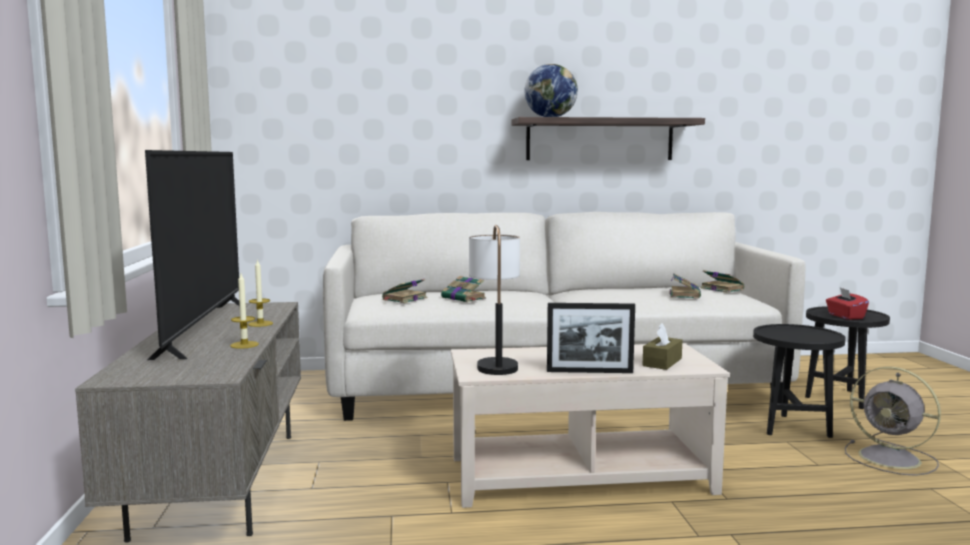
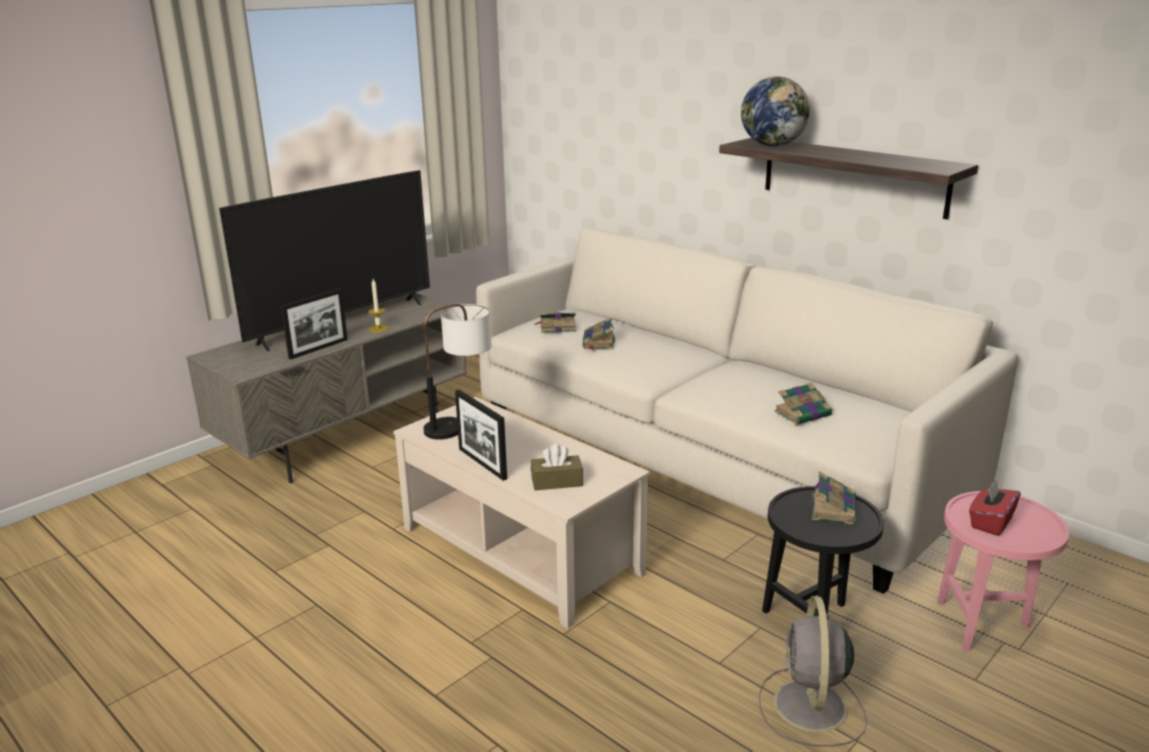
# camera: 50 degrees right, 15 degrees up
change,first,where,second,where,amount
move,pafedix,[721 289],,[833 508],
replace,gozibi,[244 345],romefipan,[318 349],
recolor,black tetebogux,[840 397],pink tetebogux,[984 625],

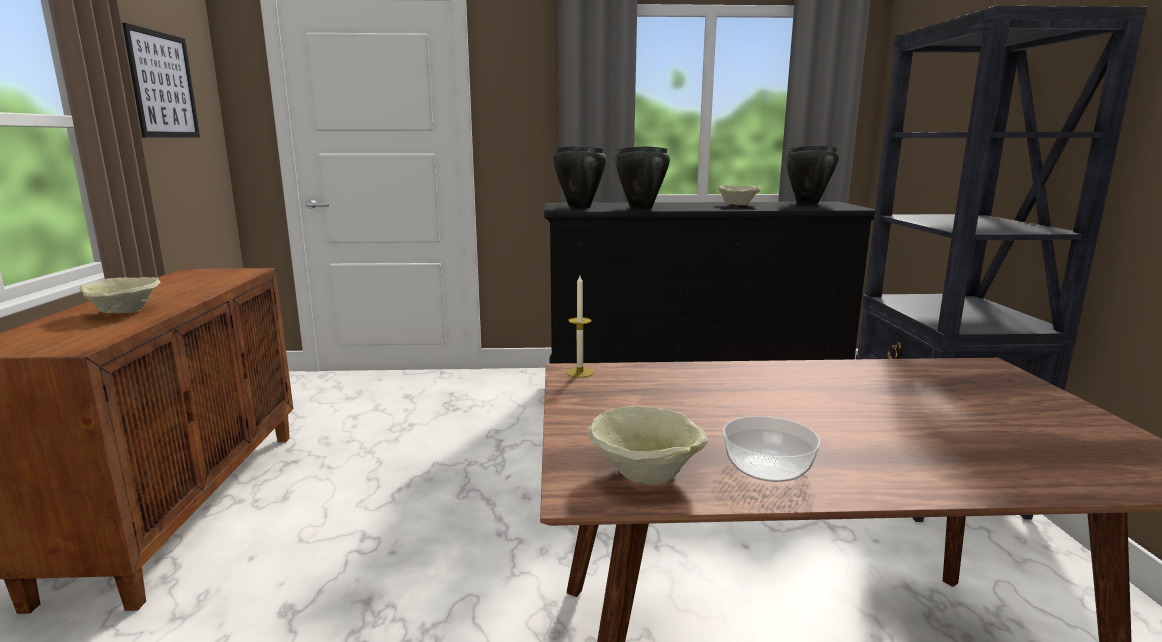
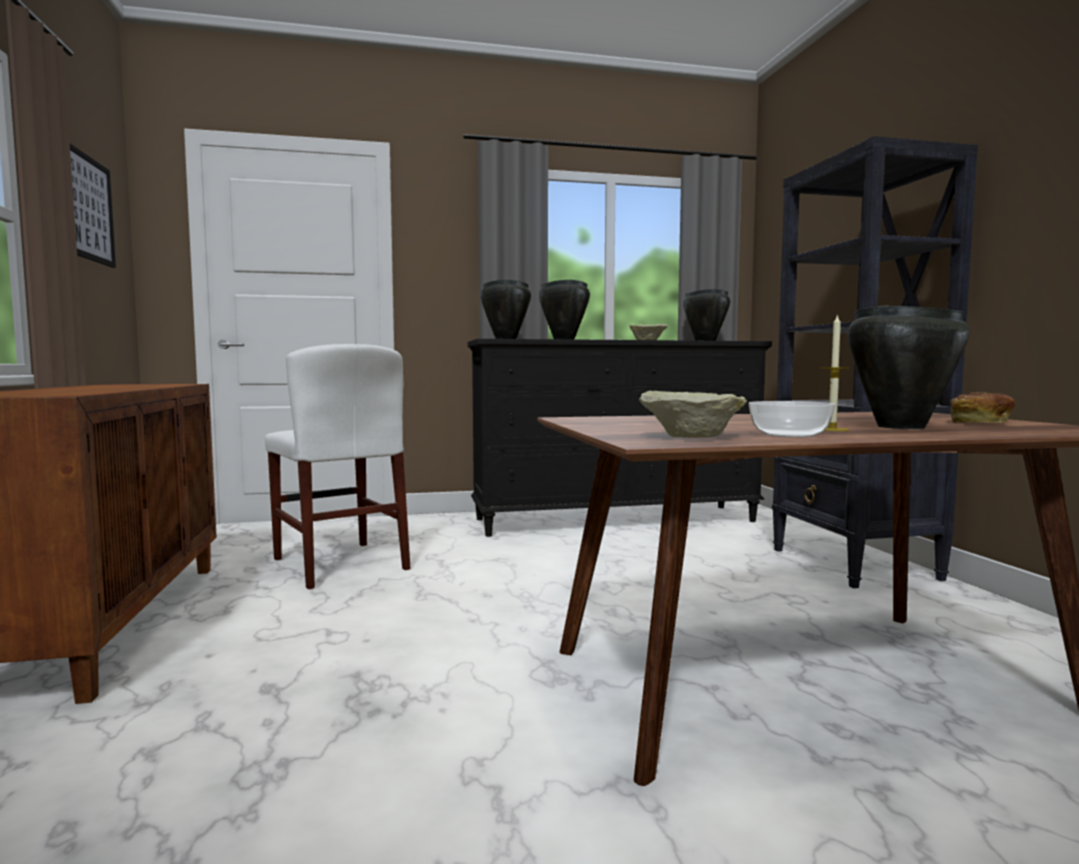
# camera: 10 degrees left, 10 degrees down
change,first,where,second,where,amount
delete,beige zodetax,[126 312],,,
insert,,,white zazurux,[339 564],
insert,,,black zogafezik,[899 427],
insert,,,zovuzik,[980 423],
move,gozibi,[579 372],,[832 429],

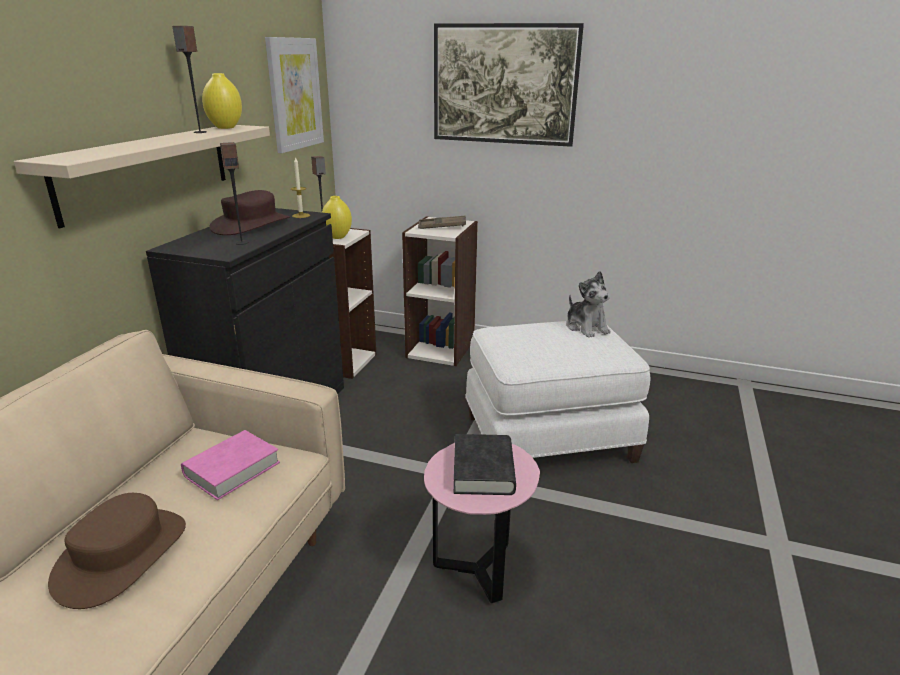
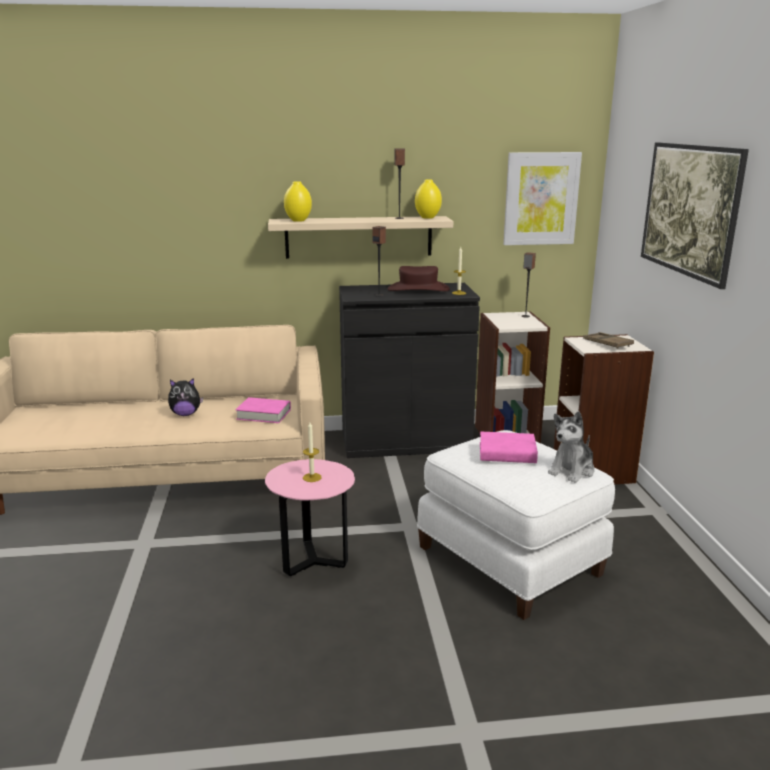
# camera: 65 degrees right, 5 degrees down
change,first,where,second,where,amount
insert,,,pink pafedix,[507 453],
move,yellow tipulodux,[338 237],,[298 220],
replace,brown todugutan,[121 555],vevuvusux,[186 414],
replace,black pafedix,[483 470],gozibi,[312 477],

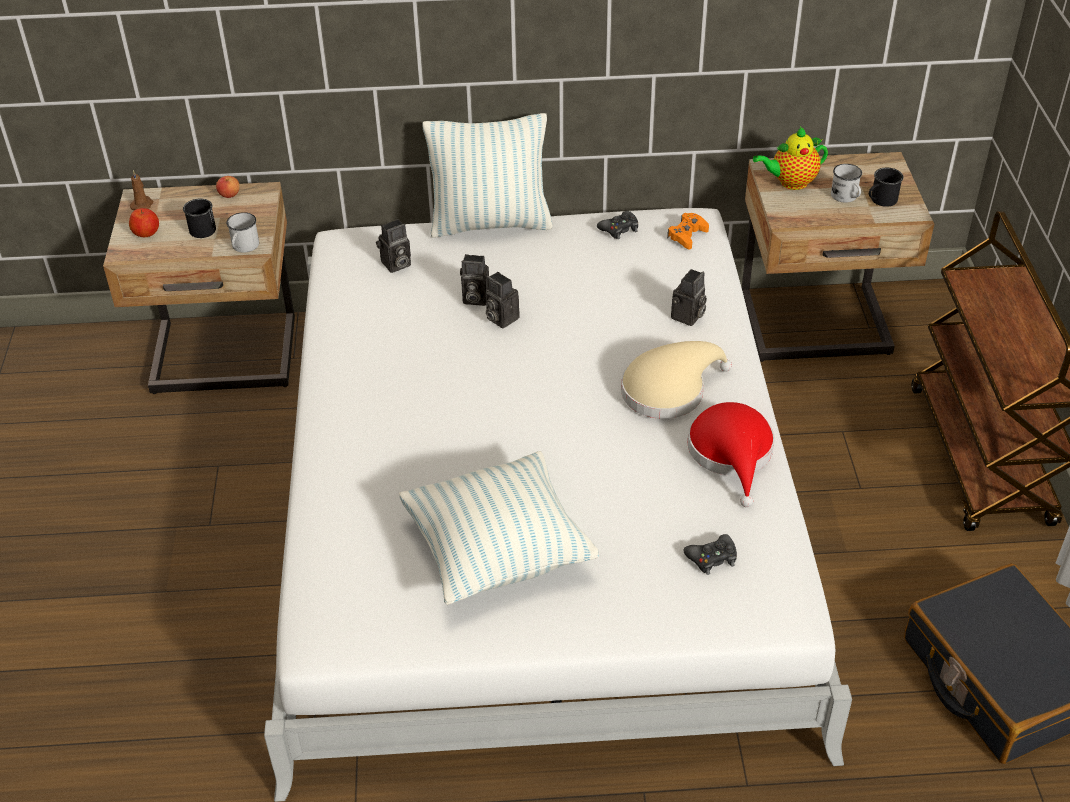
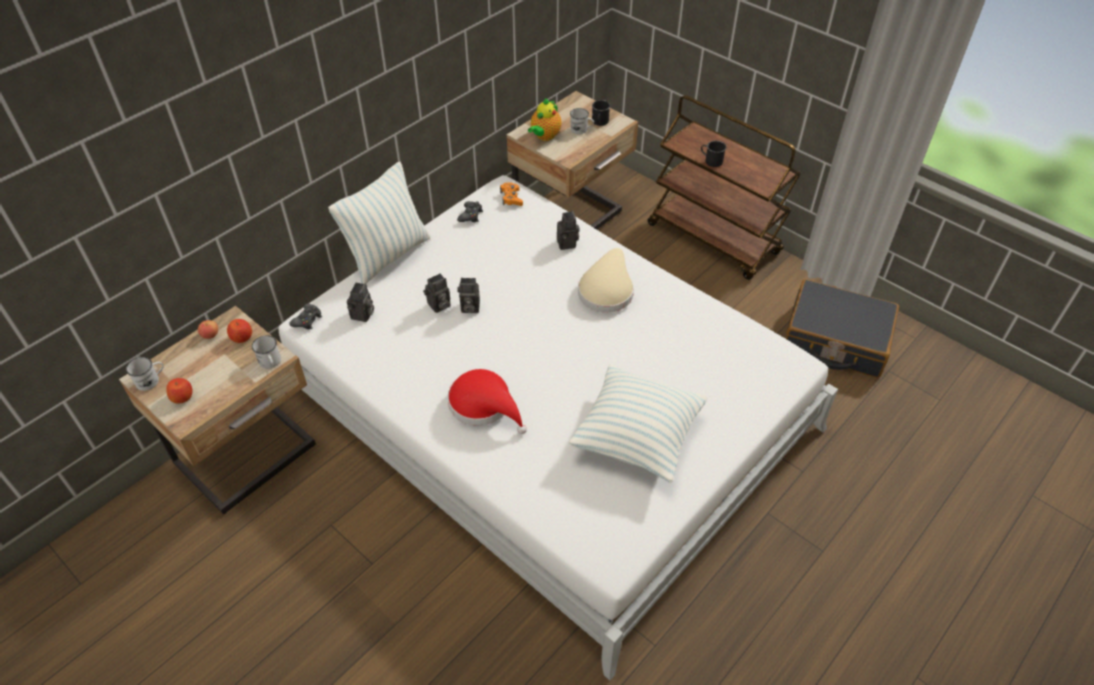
# camera: 45 degrees left, 5 degrees up
change,first,where,second,where,amount
insert,,,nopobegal,[242 337],
move,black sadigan,[202 227],,[711 161],
move,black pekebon,[712 558],,[307 320],
move,red todugutan,[732 454],,[484 405],
replace,brown gozibi,[142 204],white sadigan,[151 380],

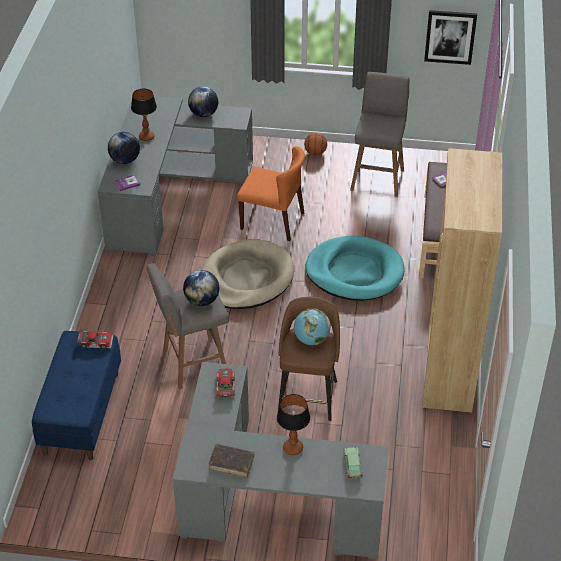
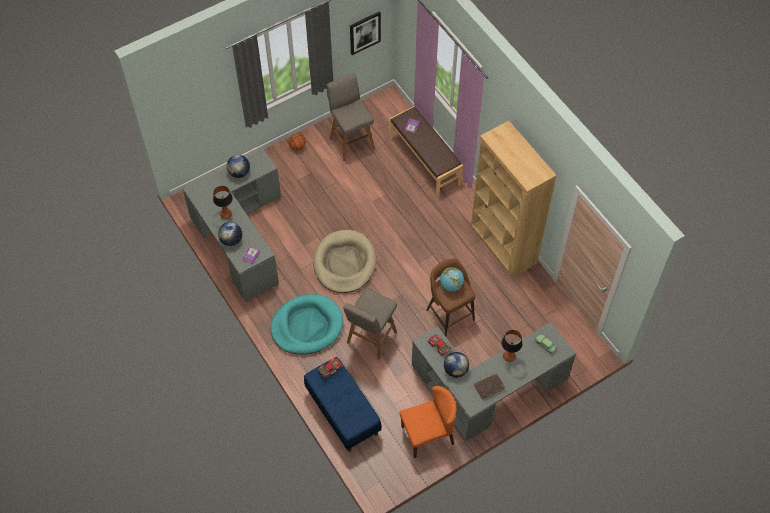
# camera: 40 degrees left, 15 degrees up
change,first,where,second,where,amount
move,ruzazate,[202 301],,[455 370],
move,orange zazurux,[273 221],,[427 434],
move,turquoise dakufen,[354 272],,[307 326],

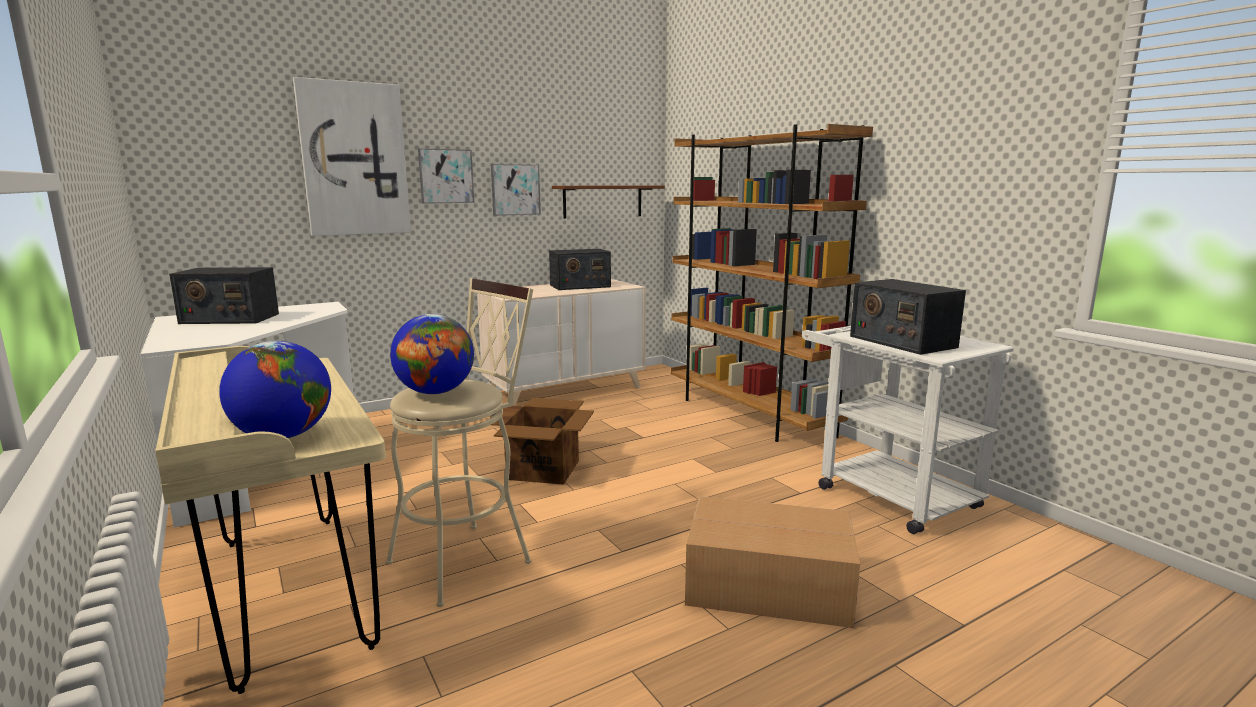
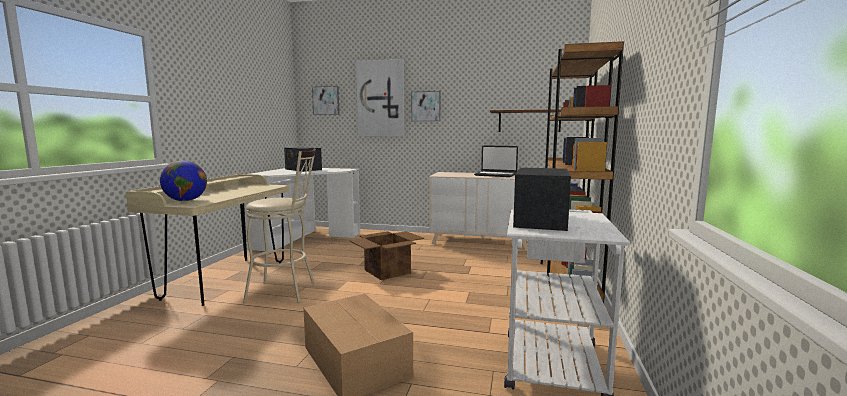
# camera: 45 degrees right, 5 degrees down
change,first,where,second,where,amount
delete,ruzazate,[435 392],,,
move,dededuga,[515 189],,[326 100],
replace,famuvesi,[579 286],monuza,[495 175],

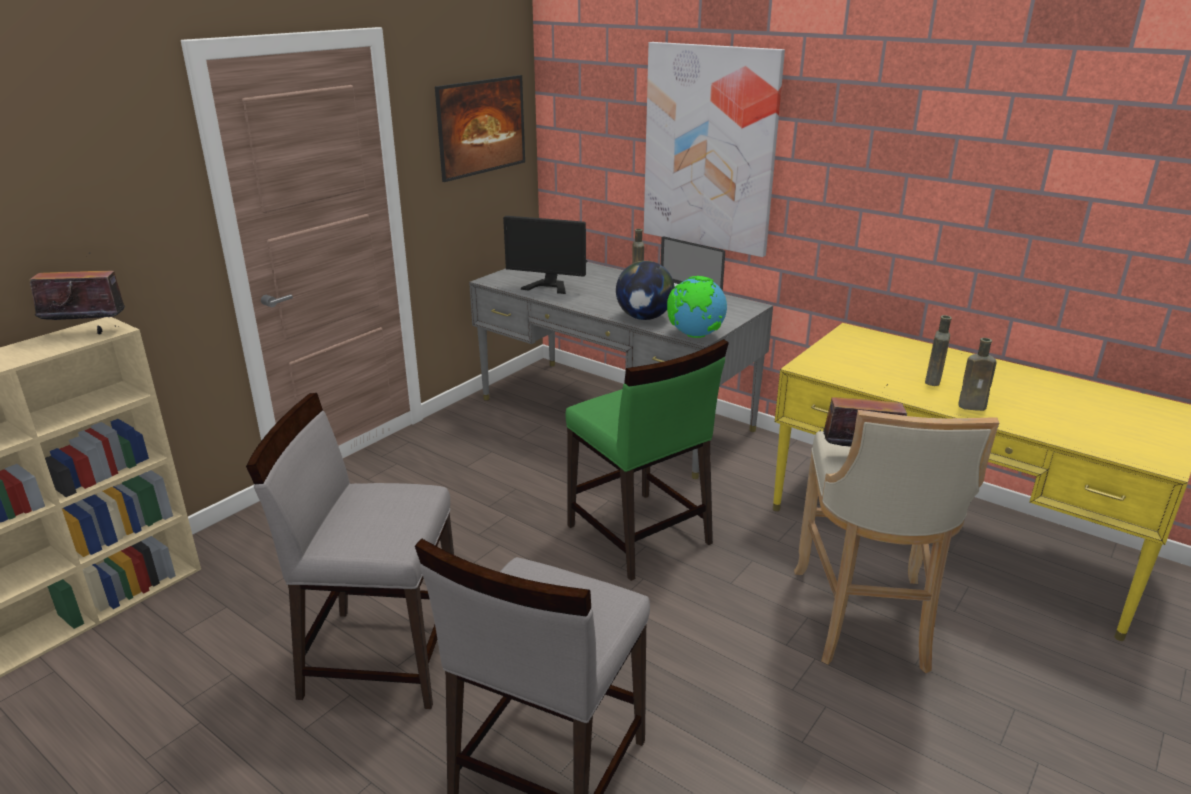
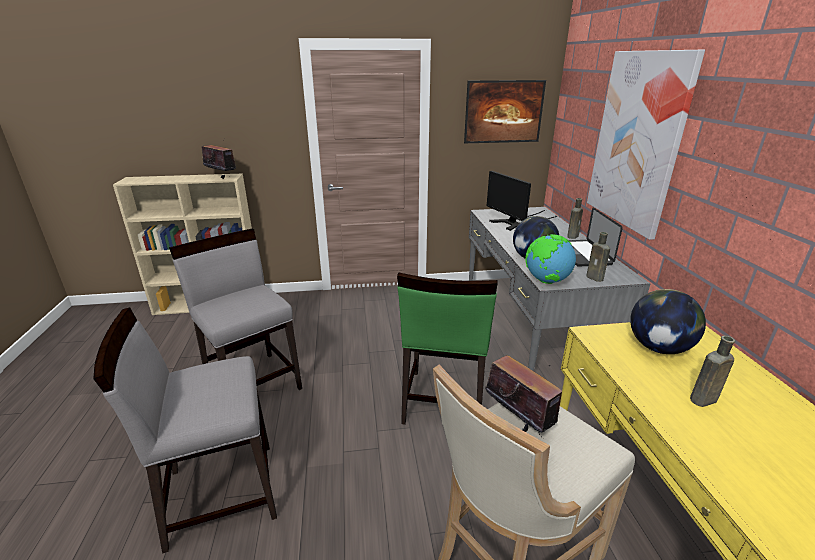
# camera: 45 degrees right, 0 degrees up
change,first,where,second,where,amount
insert,,,ruzazate,[658 348],
move,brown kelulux,[974 406],,[595 278],

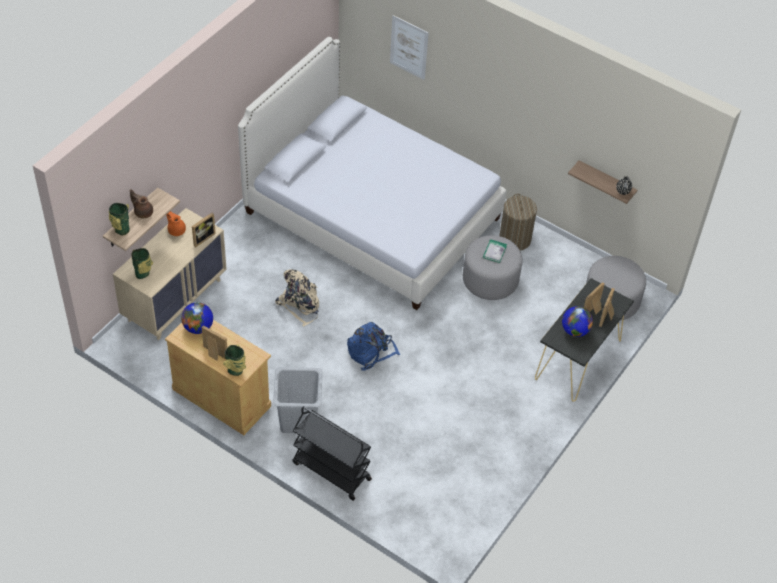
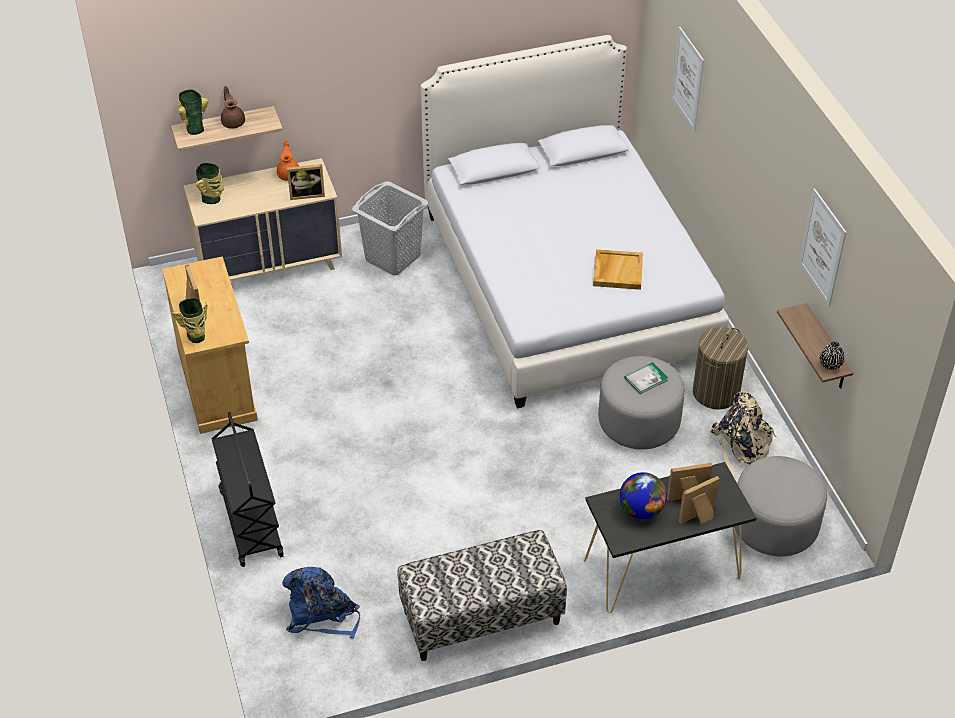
# camera: 40 degrees right, 5 degrees down
change,first,where,second,where,amount
delete,ruzazate,[198 327],,,
insert,,,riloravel,[481 618],
insert,,,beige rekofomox,[617 271],
insert,,,dededuga,[822 248],
move,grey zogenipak,[298 419],,[392 258],
move,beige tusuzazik,[300 304],,[741 447],
move,blue tusuzazik,[371 352],,[322 614],

